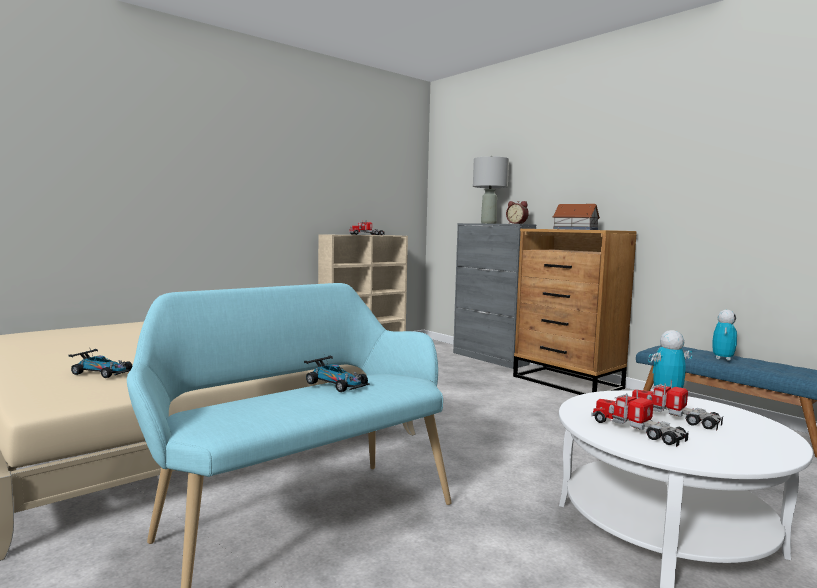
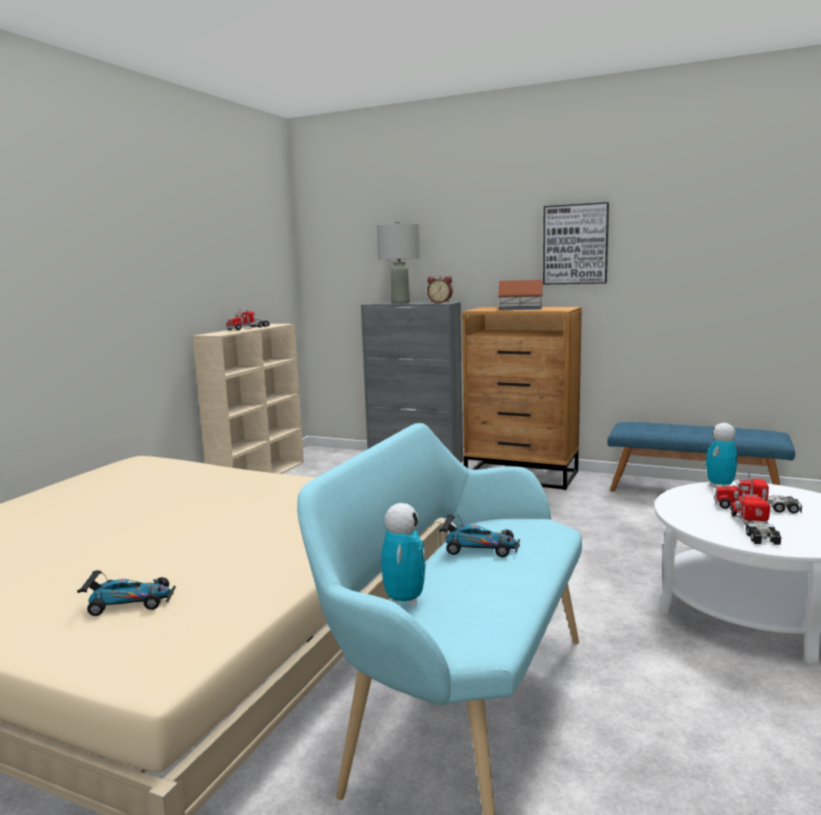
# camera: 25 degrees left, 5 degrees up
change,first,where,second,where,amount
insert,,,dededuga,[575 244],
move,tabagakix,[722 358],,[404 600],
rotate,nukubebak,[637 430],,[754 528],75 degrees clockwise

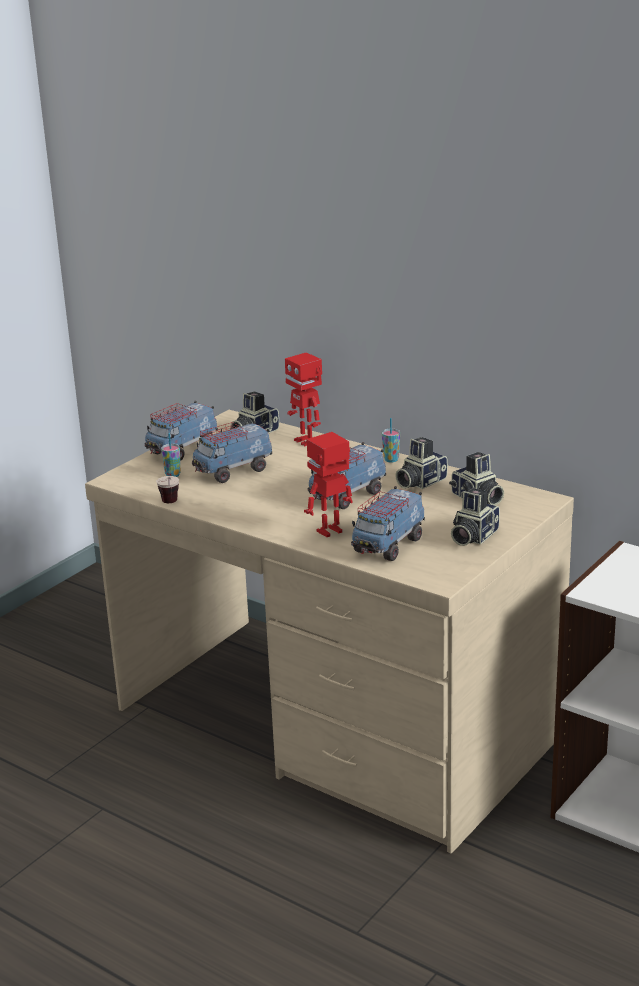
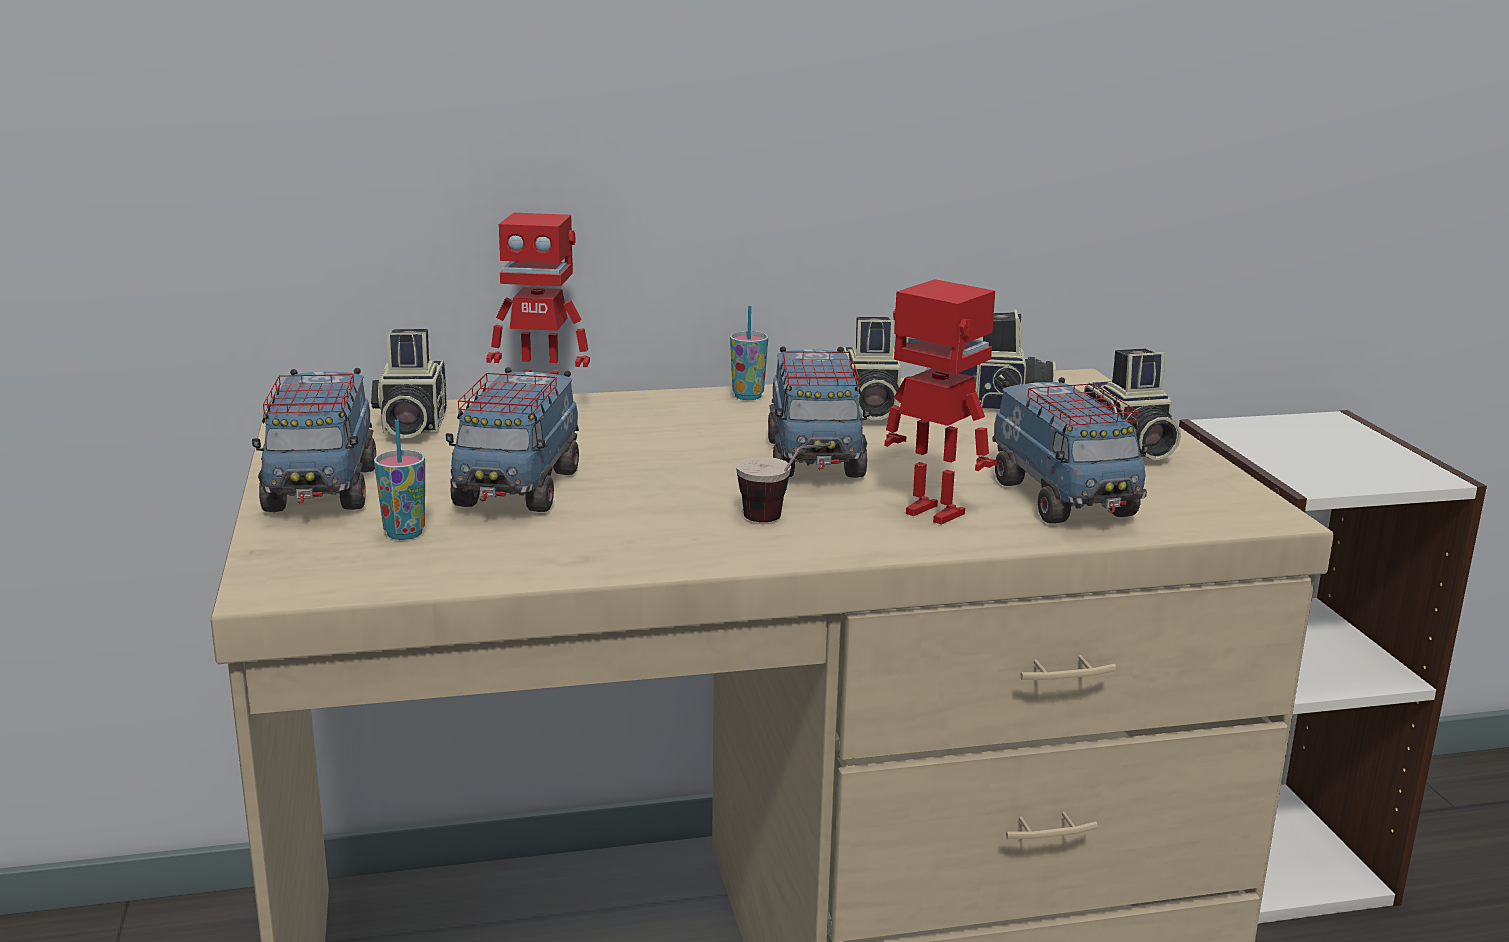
# camera: 50 degrees left, 5 degrees down
change,first,where,second,where,amount
move,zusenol,[170 504],,[782 521],
rotate,tabagakix,[330 532],,[932 514],120 degrees clockwise

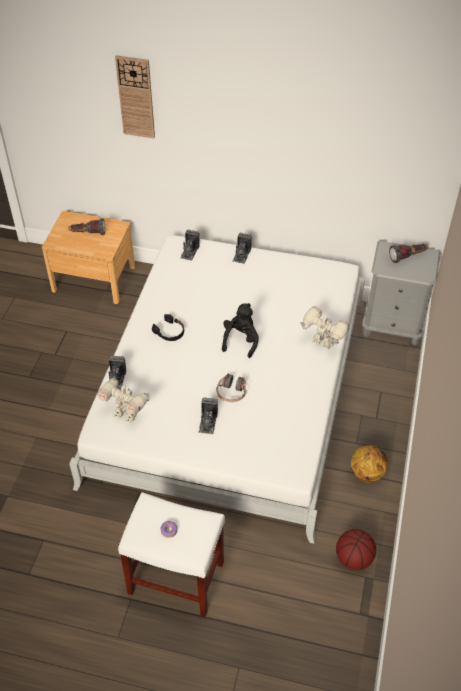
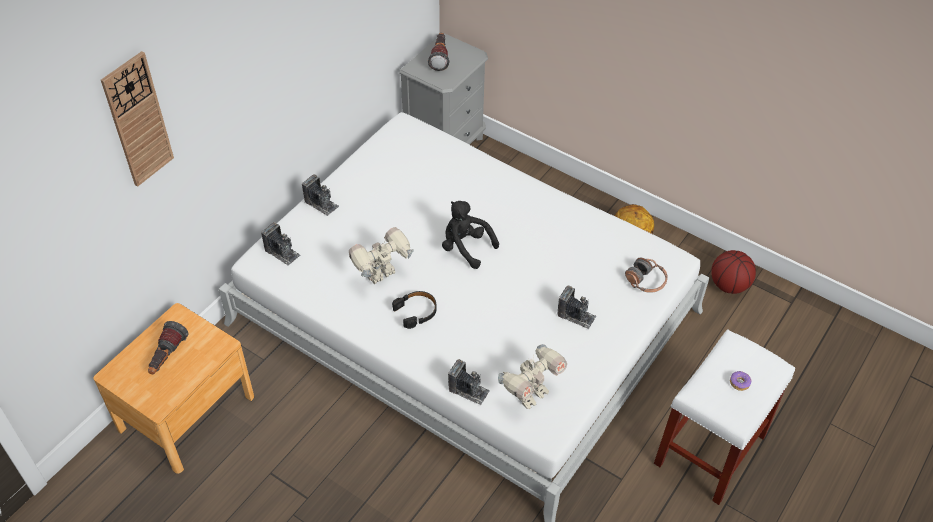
# camera: 70 degrees left, 0 degrees up
change,first,where,second,where,amount
move,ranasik,[231 392],,[645 281],
move,tabagakix,[322 343],,[382 276],

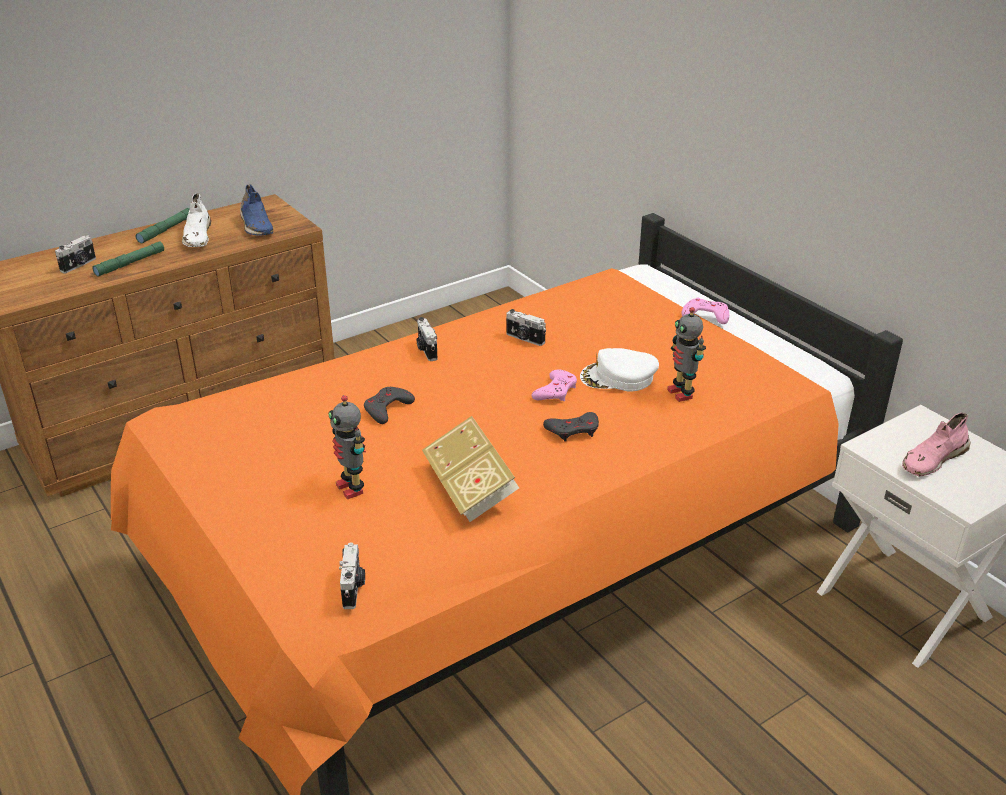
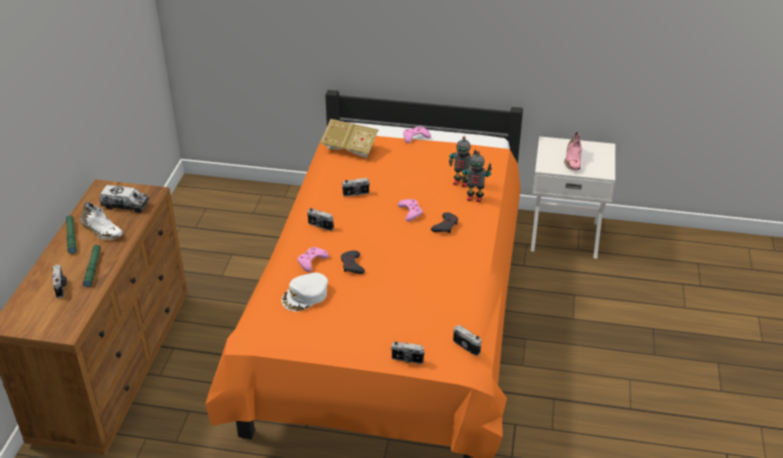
# camera: 45 degrees left, 5 degrees up
change,first,where,second,where,amount
insert,,,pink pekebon,[311 261],
insert,,,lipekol,[407 360],
move,tabagakix,[352 488],,[474 198],
move,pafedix,[471 489],,[350 148],
move,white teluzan,[618 377],,[305 296],
replace,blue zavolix,[256 226],nukubebak,[125 205],

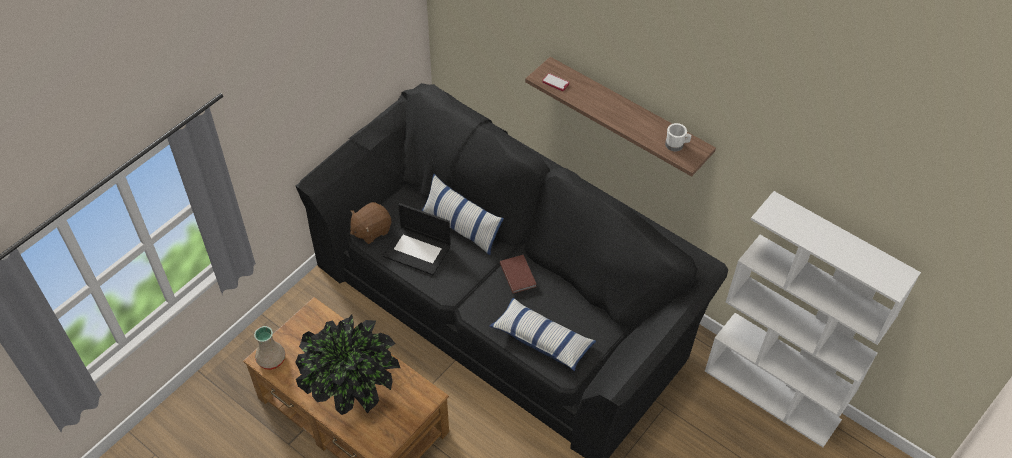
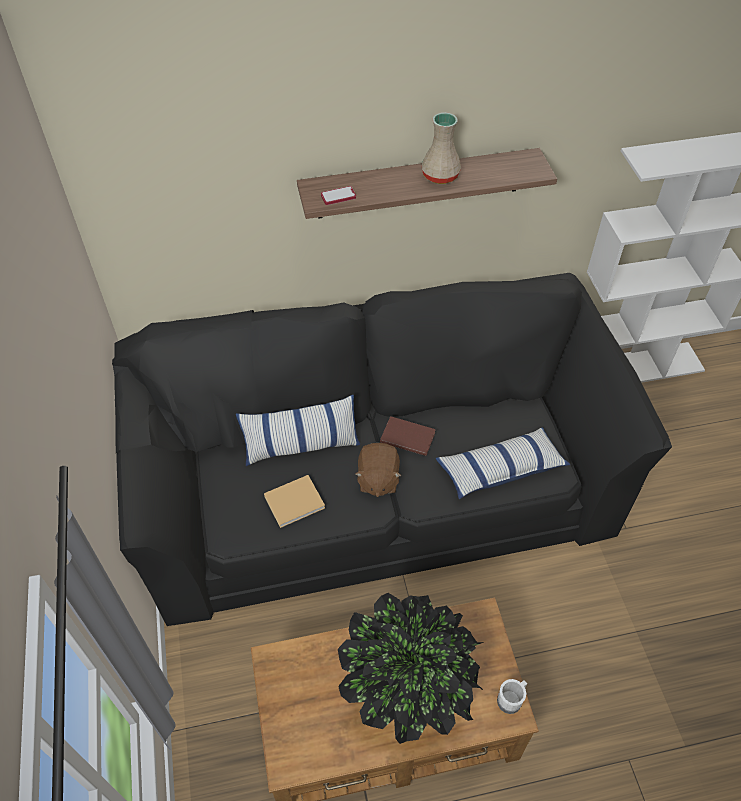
# camera: 50 degrees left, 0 degrees up
change,first,where,second,where,amount
move,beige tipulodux,[270 359],,[440 176],
move,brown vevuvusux,[371 230],,[377 479],
move,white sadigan,[676 145],,[511 699],
replace,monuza,[418 251],beige pafedix,[296 501],

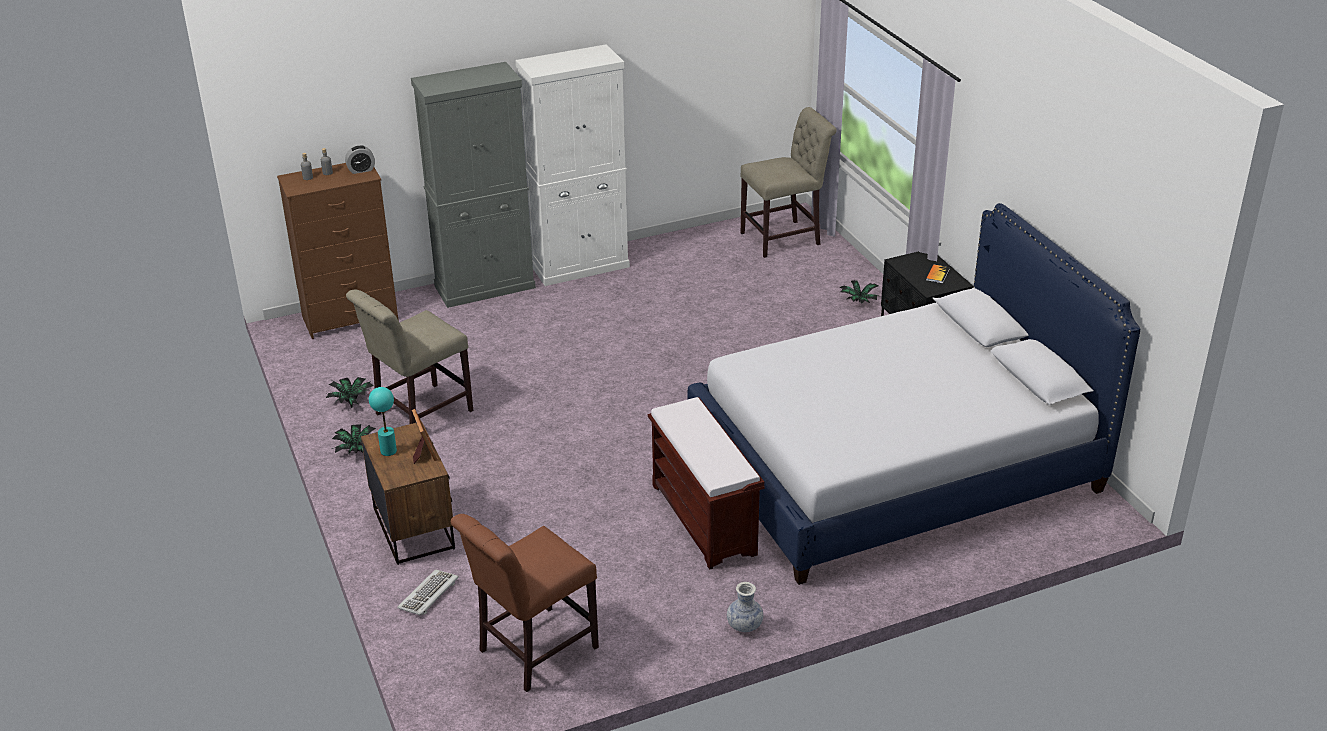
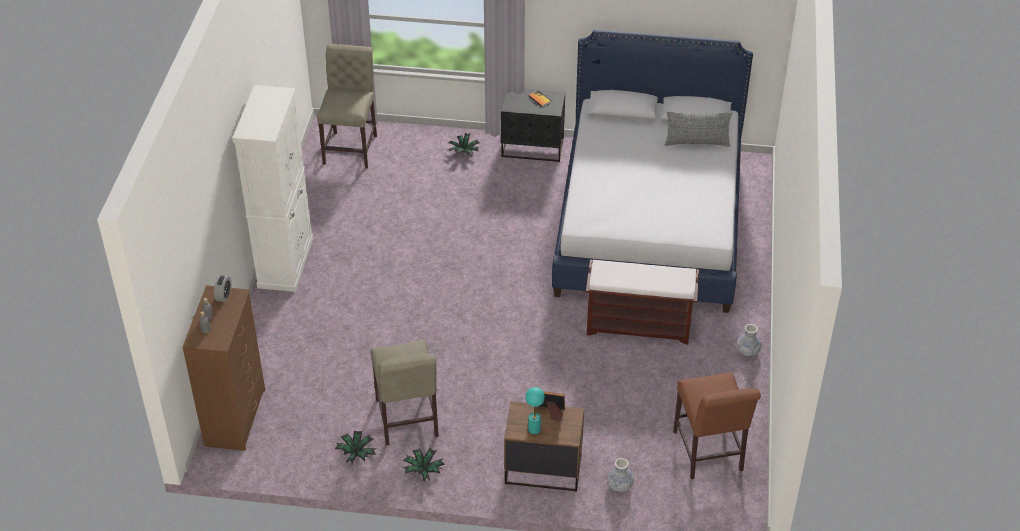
# camera: 60 degrees left, 10 degrees up
change,first,where,second,where,amount
delete,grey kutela,[485 287],,,
insert,,,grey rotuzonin,[697 143],
replace,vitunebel,[429 595],tipulodux,[620 485],

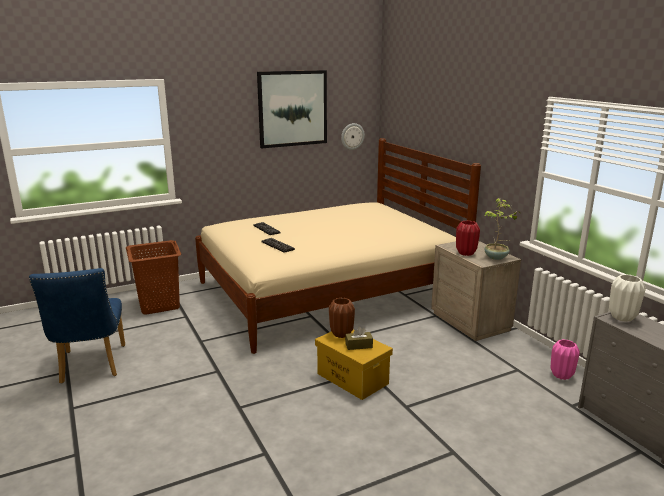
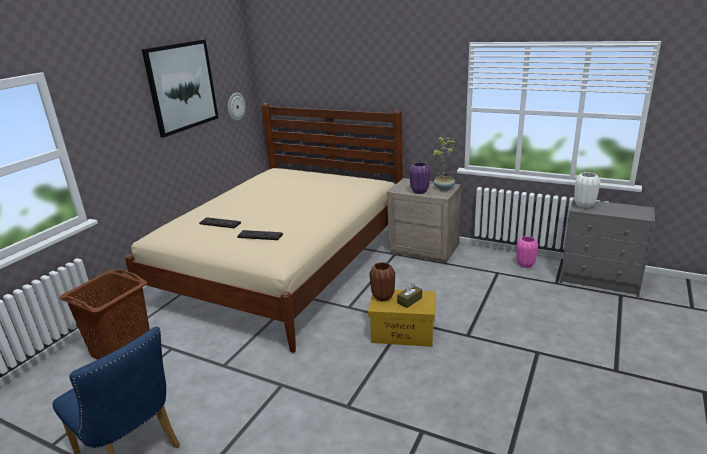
# camera: 35 degrees left, 5 degrees up
change,first,where,second,where,amount
recolor,red tipulodux,[465 253],purple tipulodux,[419 191],

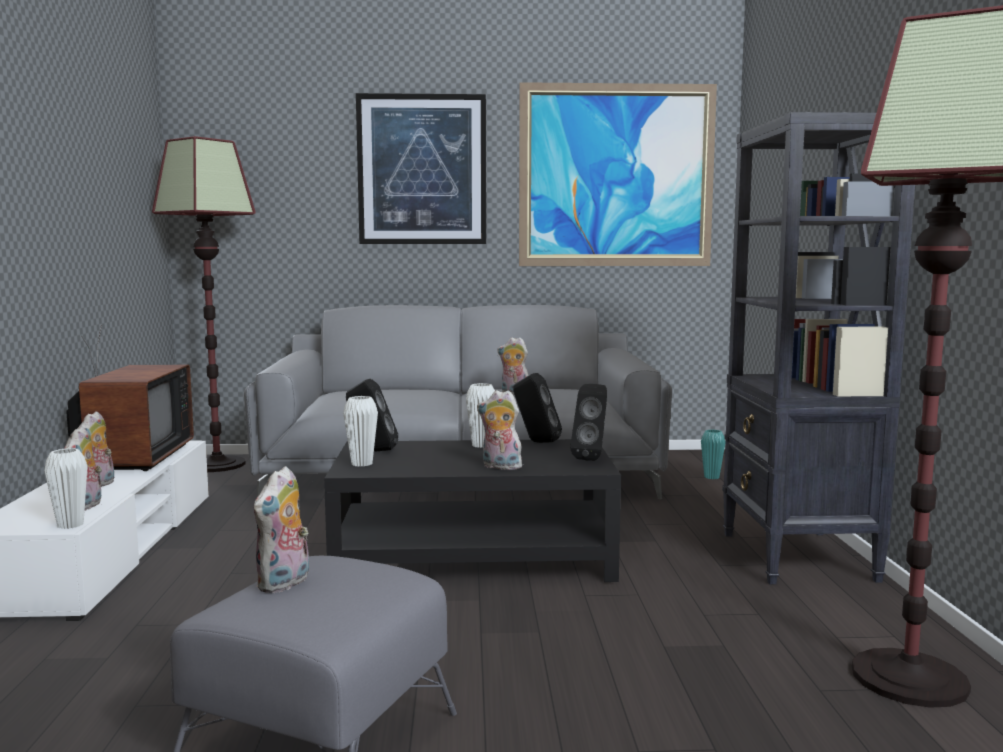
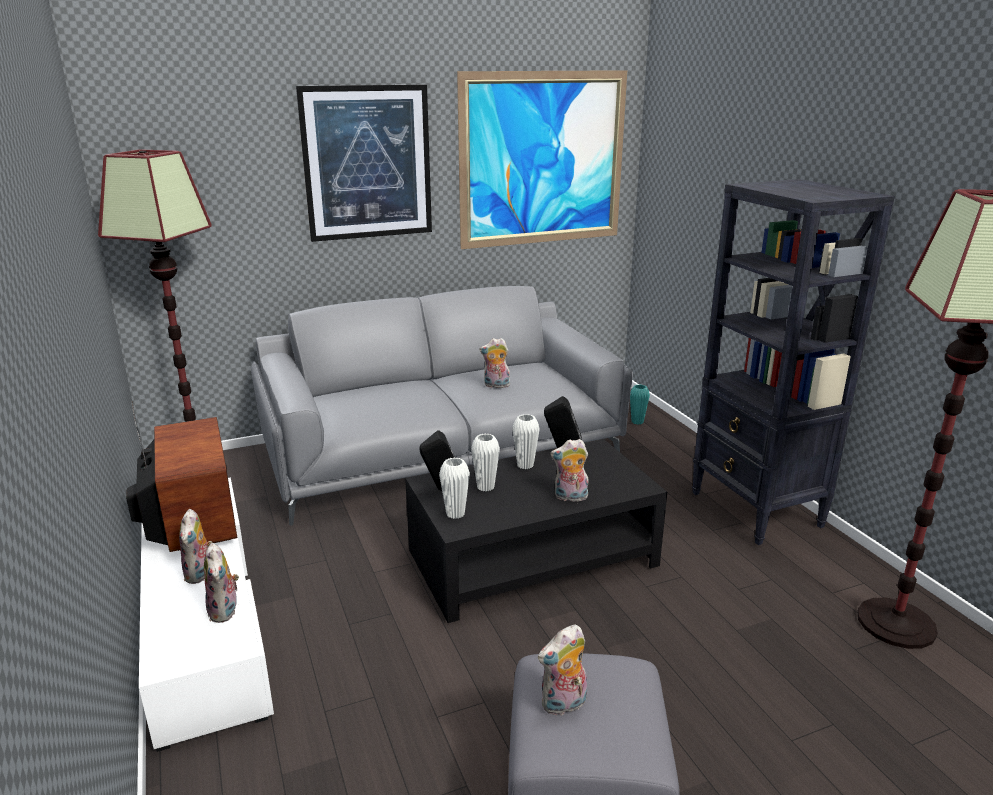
# camera: 20 degrees left, 15 degrees up
change,first,where,second,where,amount
delete,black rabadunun,[592 458],,,
move,white tipulodux,[70 525],,[485 487],
rotate,vevuvusux,[285 584],,[564 705],60 degrees clockwise

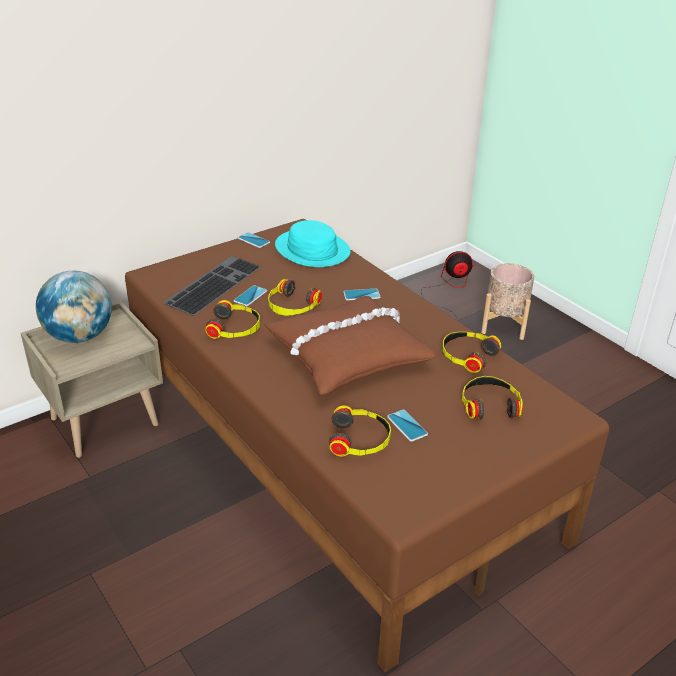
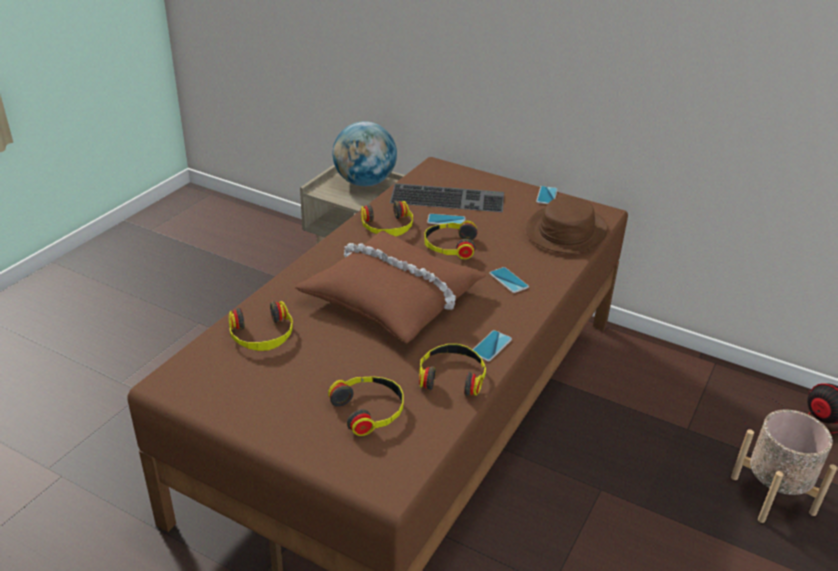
# camera: 65 degrees right, 0 degrees up
change,first,where,second,where,amount
move,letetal,[407 426],,[491 346],
recolor,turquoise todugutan,[312 250],brown todugutan,[566 231],

